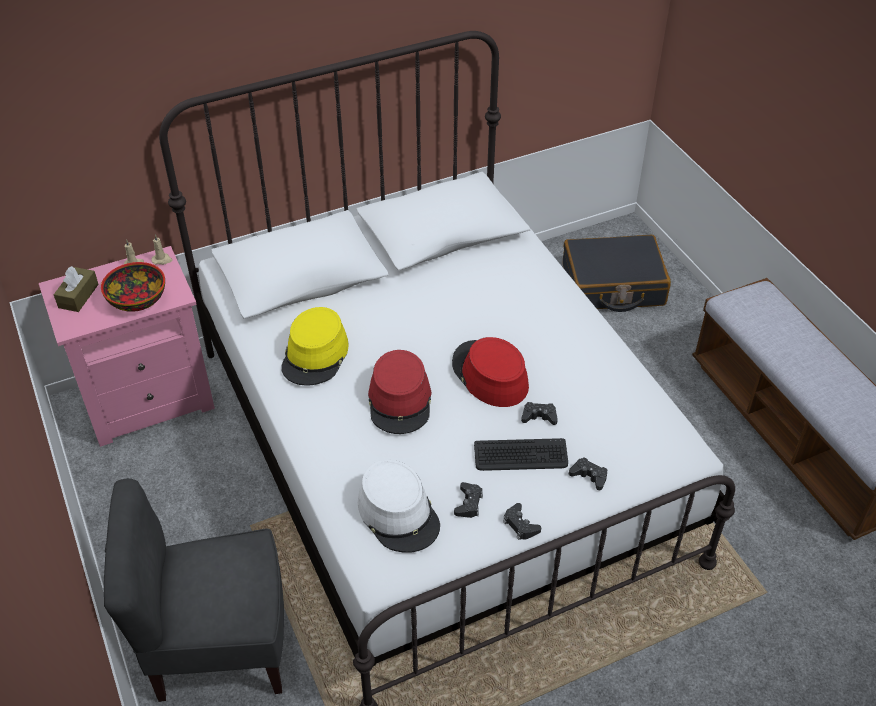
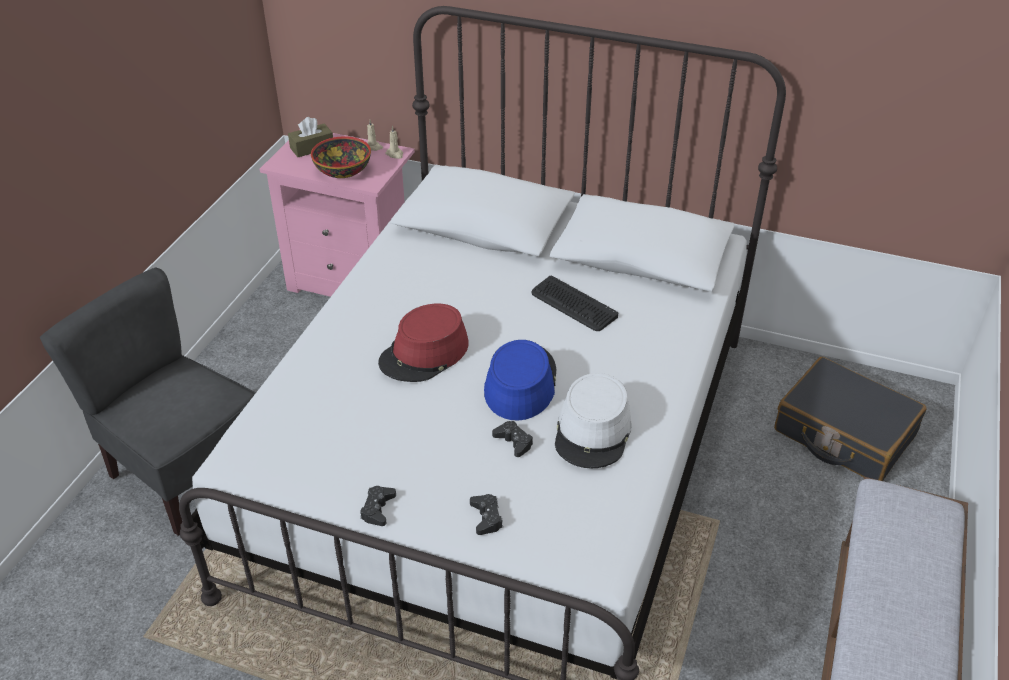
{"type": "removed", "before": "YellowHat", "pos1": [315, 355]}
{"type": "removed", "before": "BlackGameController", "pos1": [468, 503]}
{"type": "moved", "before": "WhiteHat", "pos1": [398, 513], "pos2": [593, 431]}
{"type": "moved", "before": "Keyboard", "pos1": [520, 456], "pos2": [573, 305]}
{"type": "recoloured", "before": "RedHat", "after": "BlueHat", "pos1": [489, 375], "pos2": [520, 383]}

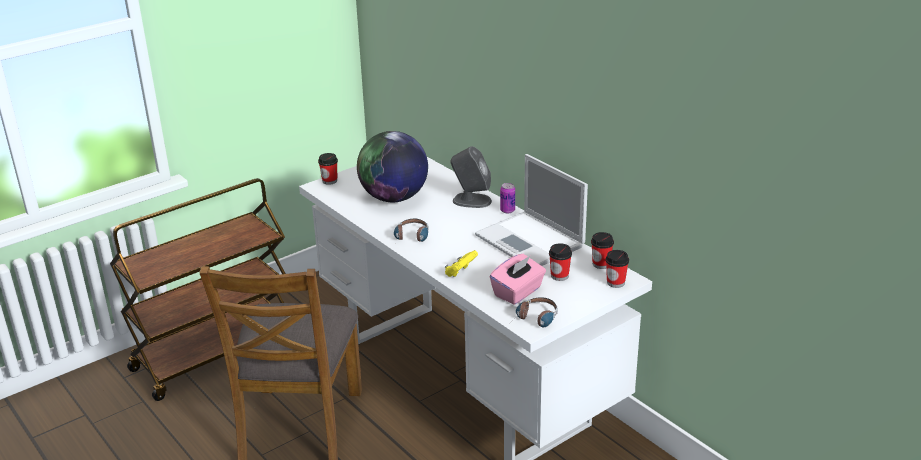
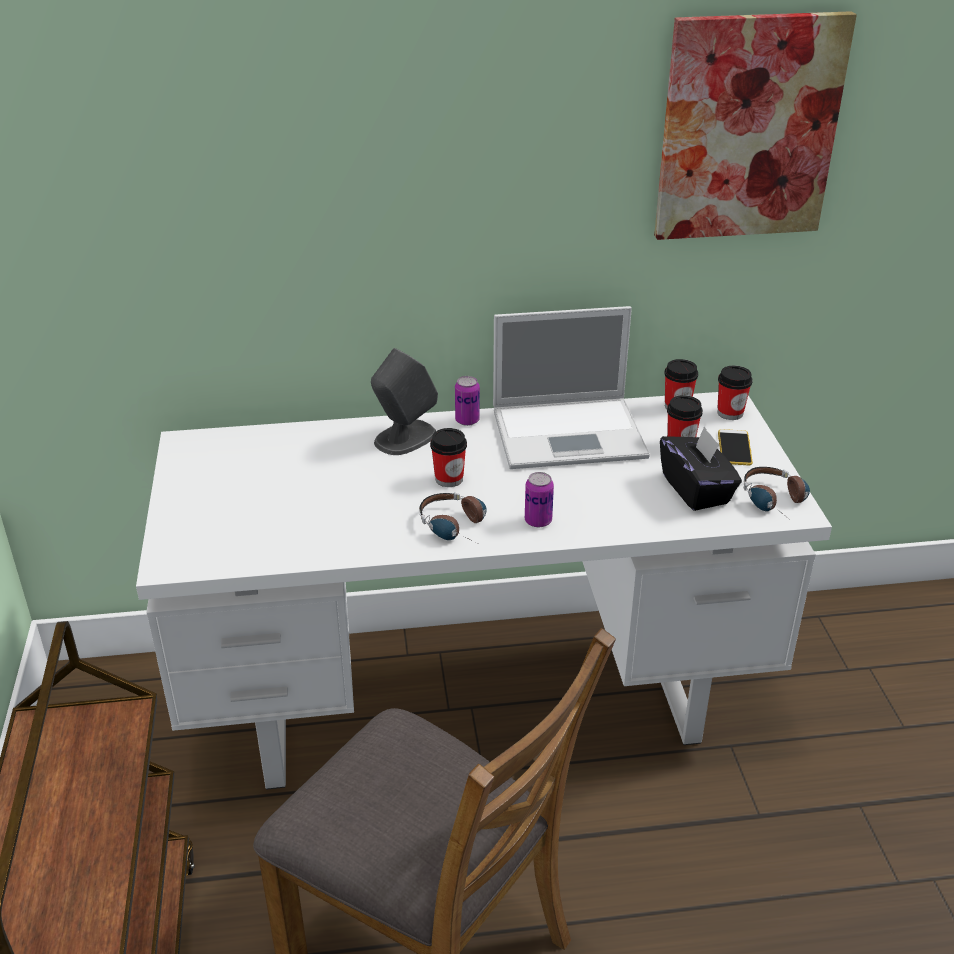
{"type": "removed", "before": "Globe", "pos1": [394, 198]}
{"type": "removed", "before": "YellowGameController", "pos1": [460, 273]}
{"type": "added", "after": "Can", "pos2": [538, 521]}
{"type": "added", "after": "Picture", "pos2": [748, 128]}
{"type": "added", "after": "Phone", "pos2": [734, 448]}
{"type": "moved", "before": "Cup", "pos1": [329, 181], "pos2": [449, 479]}
{"type": "recoloured", "before": "PinkTissueBox", "after": "BlackTissueBox", "pos1": [518, 292], "pos2": [696, 490]}

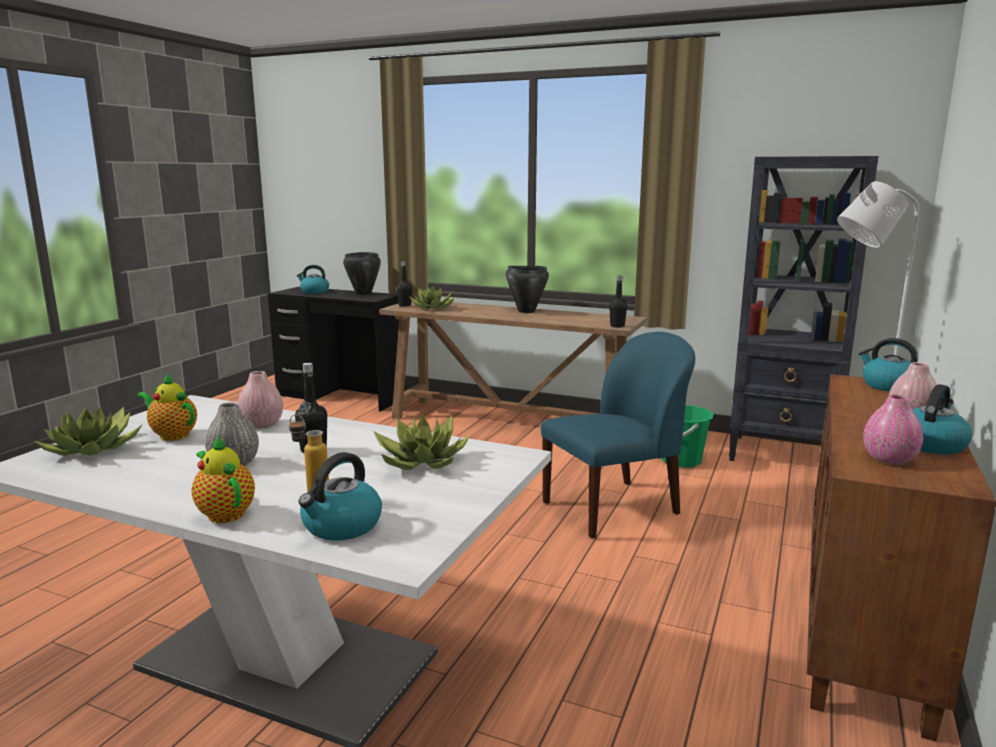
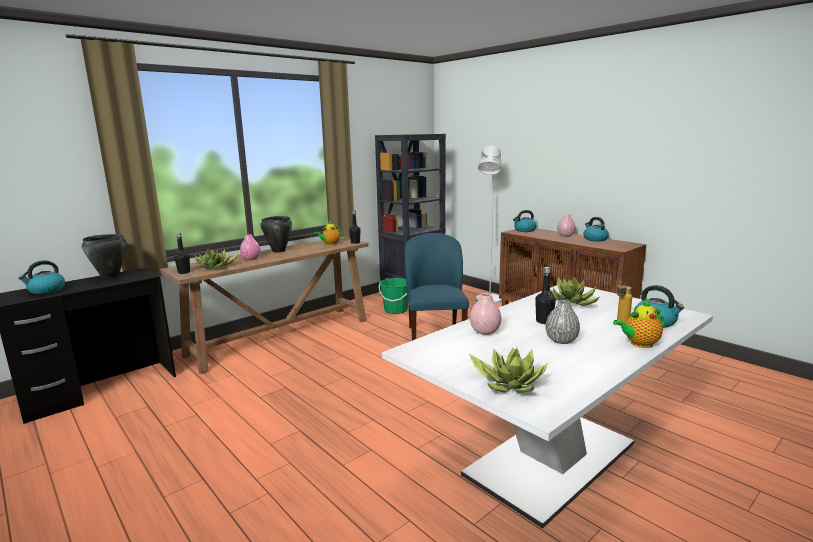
{"type": "moved", "before": "Teapot", "pos1": [172, 435], "pos2": [330, 244]}
{"type": "moved", "before": "PinkVase", "pos1": [889, 459], "pos2": [251, 258]}

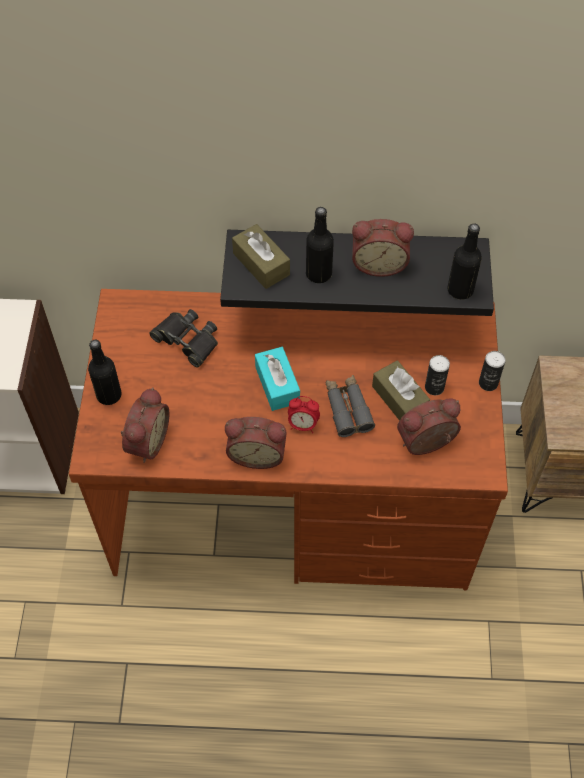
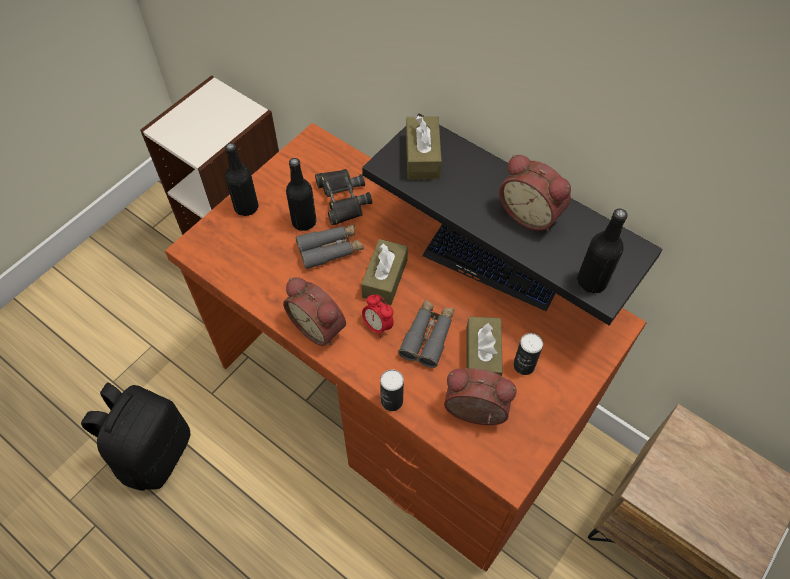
{"type": "removed", "before": "AlarmClock", "pos1": [145, 441]}
{"type": "added", "after": "BlackBackpack", "pos2": [154, 453]}
{"type": "added", "after": "GreyBinoculars", "pos2": [330, 249]}
{"type": "added", "after": "Keyboard", "pos2": [492, 267]}
{"type": "moved", "before": "BlackBottle", "pos1": [318, 274], "pos2": [304, 222]}
{"type": "moved", "before": "Can", "pos1": [488, 383], "pos2": [392, 401]}
{"type": "recoloured", "before": "TurquoiseTissueBox", "after": "BrownTissueBox", "pos1": [277, 385], "pos2": [385, 278]}

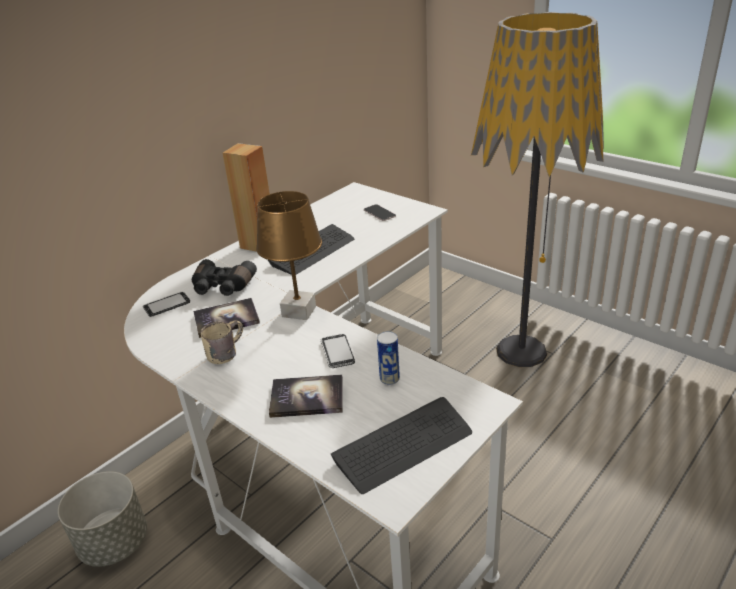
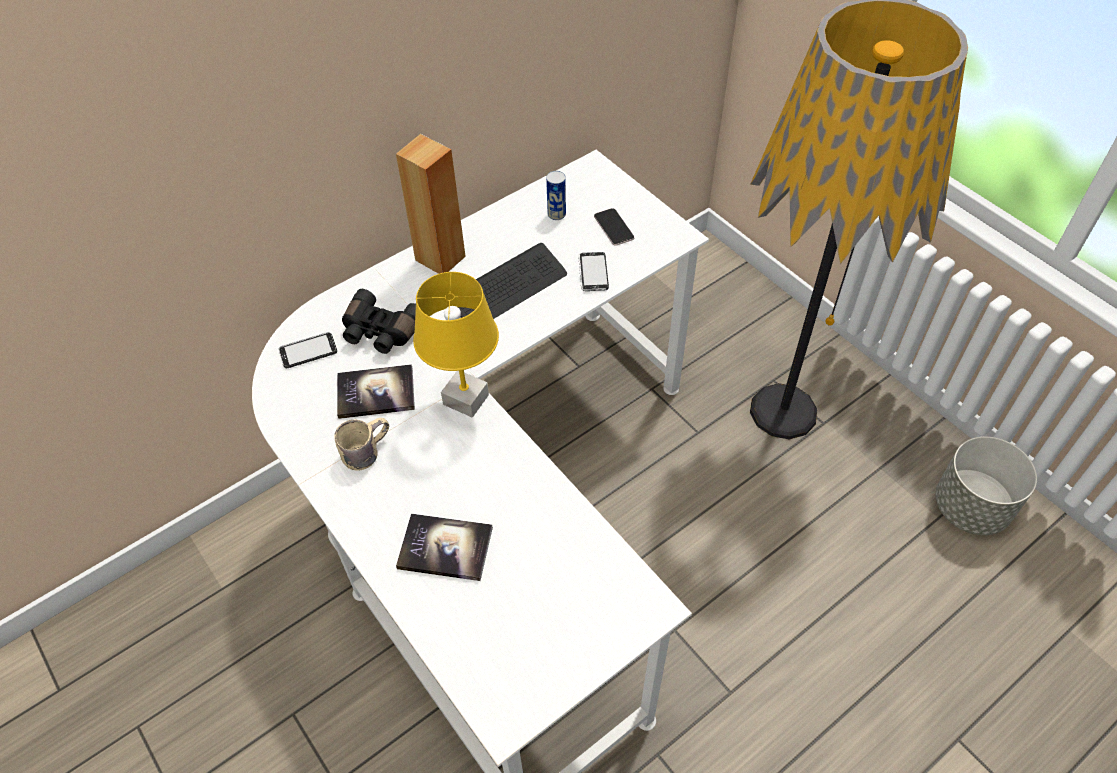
{"type": "removed", "before": "Keyboard", "pos1": [403, 446]}
{"type": "moved", "before": "GreyPlanter", "pos1": [115, 542], "pos2": [971, 507]}
{"type": "moved", "before": "Phone", "pos1": [337, 352], "pos2": [593, 273]}
{"type": "moved", "before": "Can", "pos1": [389, 379], "pos2": [556, 214]}
{"type": "recoloured", "before": "BrownTableLamp", "after": "YellowTableLamp", "pos1": [299, 311], "pos2": [466, 399]}

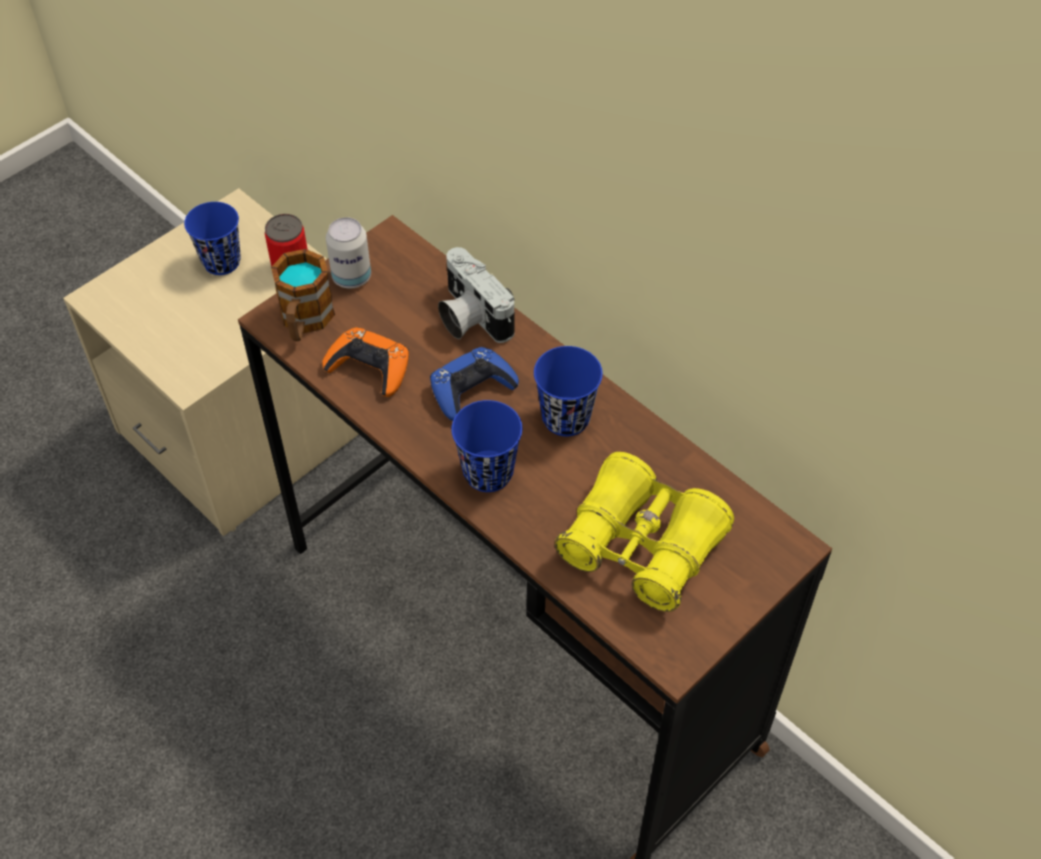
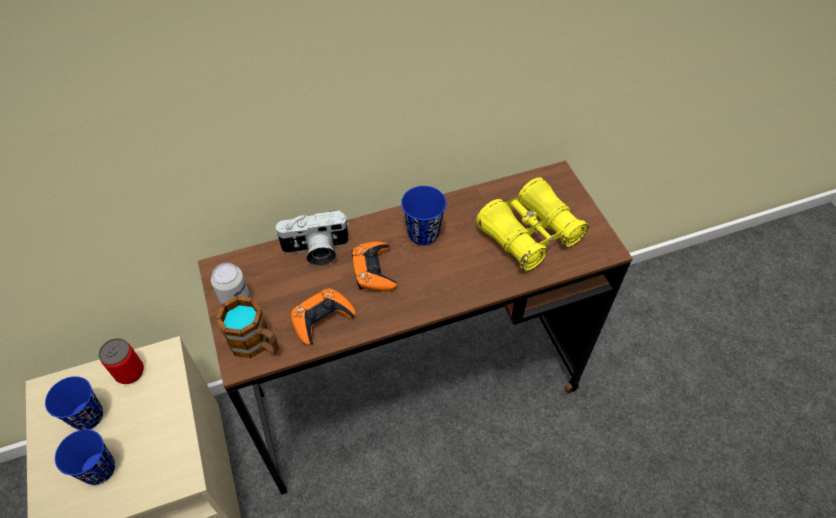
{"type": "moved", "before": "BlueCup", "pos1": [488, 473], "pos2": [99, 469]}
{"type": "recoloured", "before": "BlueGameController", "after": "OrangeGameController", "pos1": [471, 389], "pos2": [374, 271]}

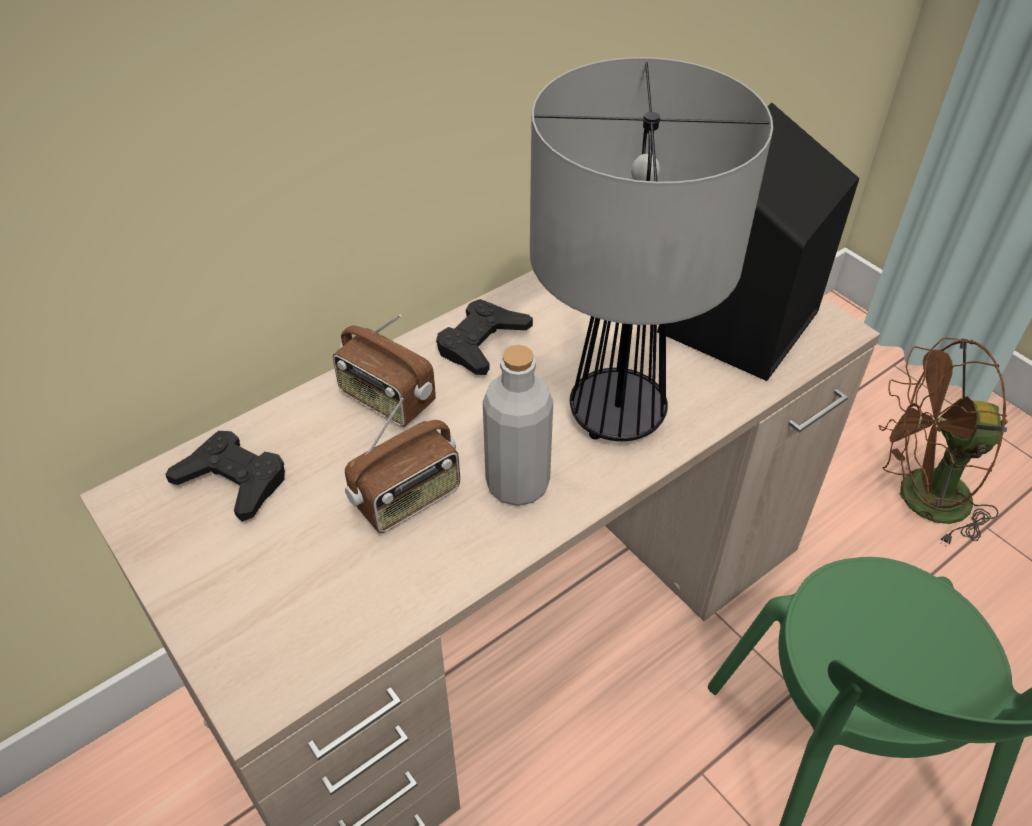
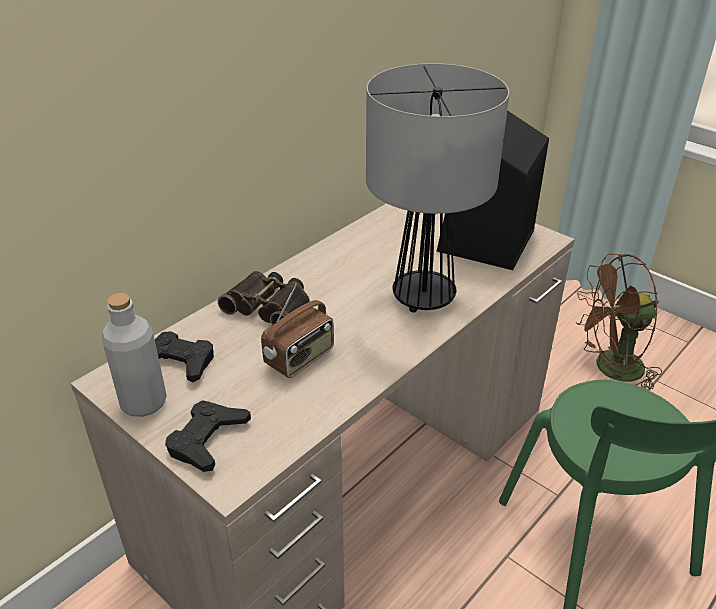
{"type": "moved", "before": "BlackGameController", "pos1": [481, 343], "pos2": [207, 439]}
{"type": "moved", "before": "GreyBottle", "pos1": [517, 484], "pos2": [143, 403]}
{"type": "replaced", "before": "Radio", "after": "Binoculars", "pos1": [386, 400], "pos2": [270, 306]}

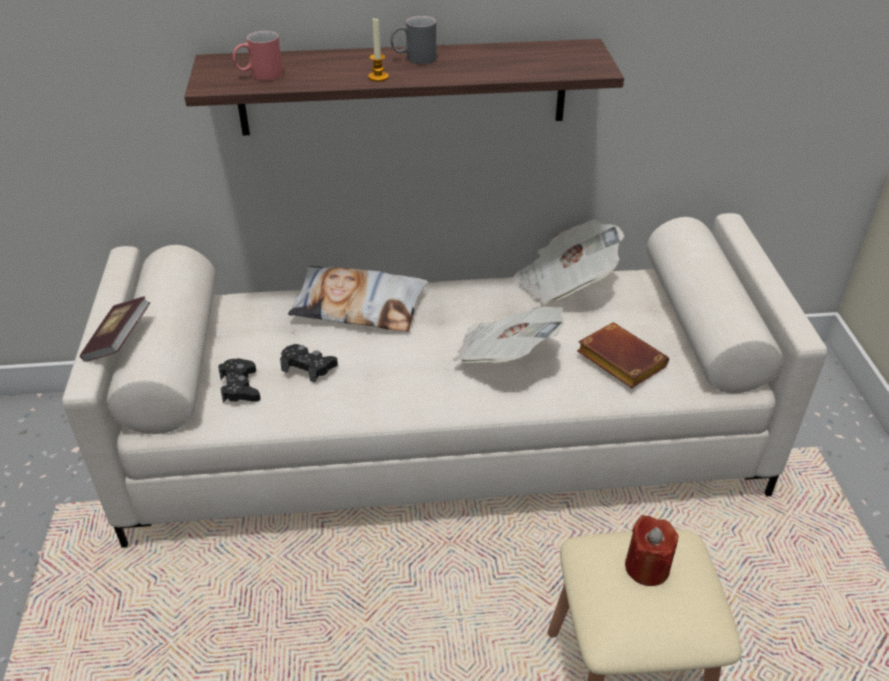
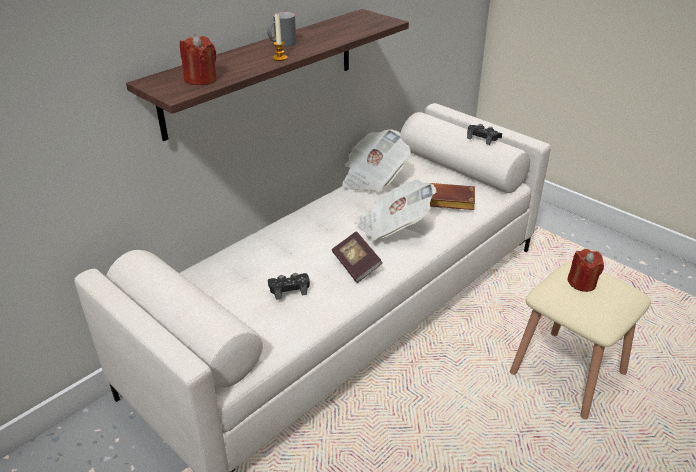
{"type": "removed", "before": "Pillow", "pos1": [359, 306]}
{"type": "moved", "before": "Book", "pos1": [119, 341], "pos2": [356, 265]}
{"type": "moved", "before": "BlackGameController", "pos1": [240, 387], "pos2": [483, 138]}
{"type": "replaced", "before": "RedMug", "after": "RedCandle", "pos1": [259, 76], "pos2": [201, 79]}

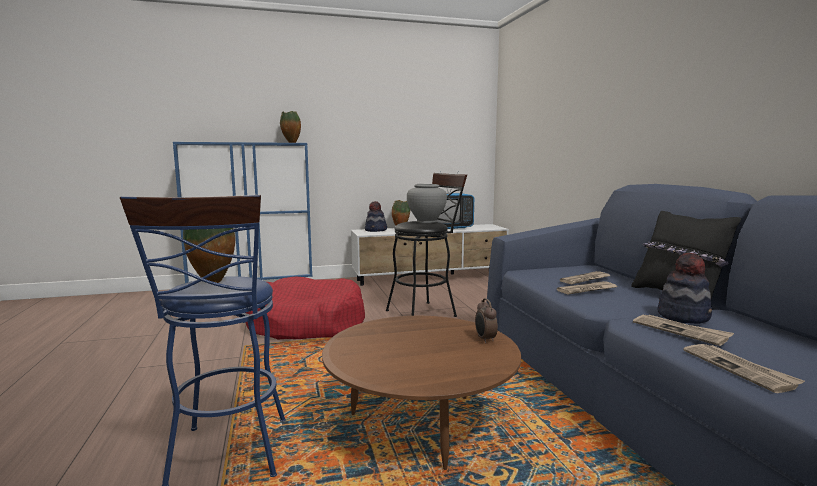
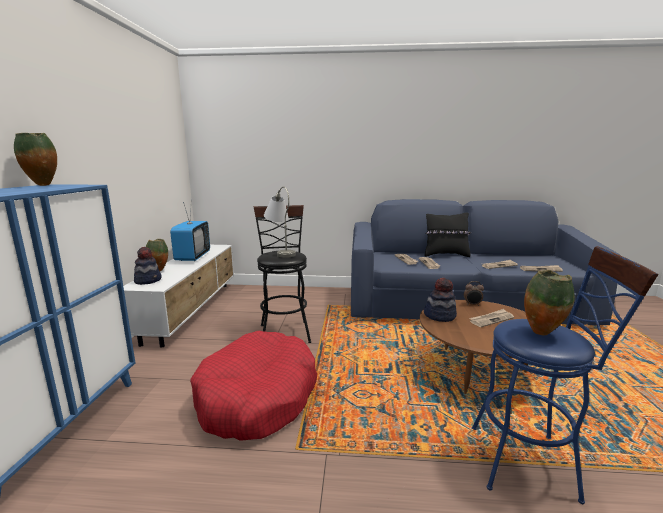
{"type": "added", "after": "Newspaper", "pos2": [491, 319]}
{"type": "moved", "before": "Hat", "pos1": [683, 316], "pos2": [439, 316]}
{"type": "replaced", "before": "GreyVase", "after": "GreyTableLamp", "pos1": [426, 222], "pos2": [281, 252]}

